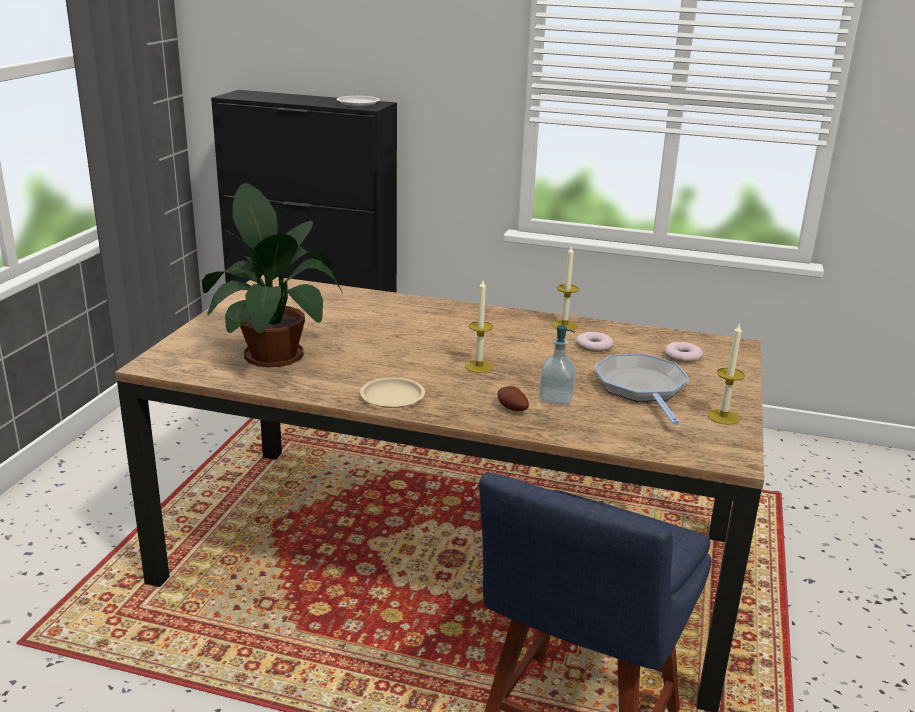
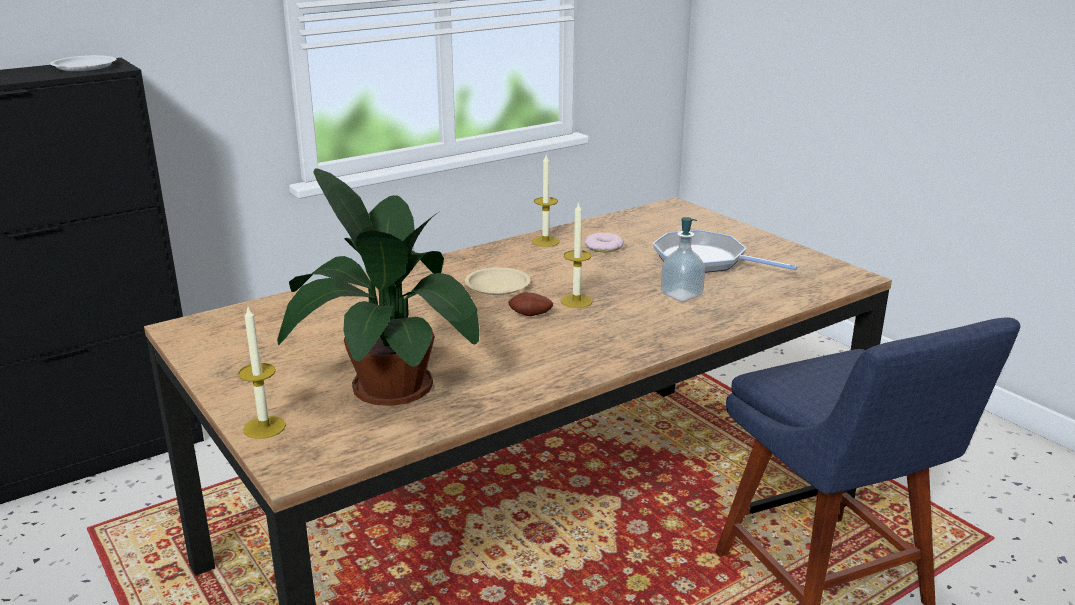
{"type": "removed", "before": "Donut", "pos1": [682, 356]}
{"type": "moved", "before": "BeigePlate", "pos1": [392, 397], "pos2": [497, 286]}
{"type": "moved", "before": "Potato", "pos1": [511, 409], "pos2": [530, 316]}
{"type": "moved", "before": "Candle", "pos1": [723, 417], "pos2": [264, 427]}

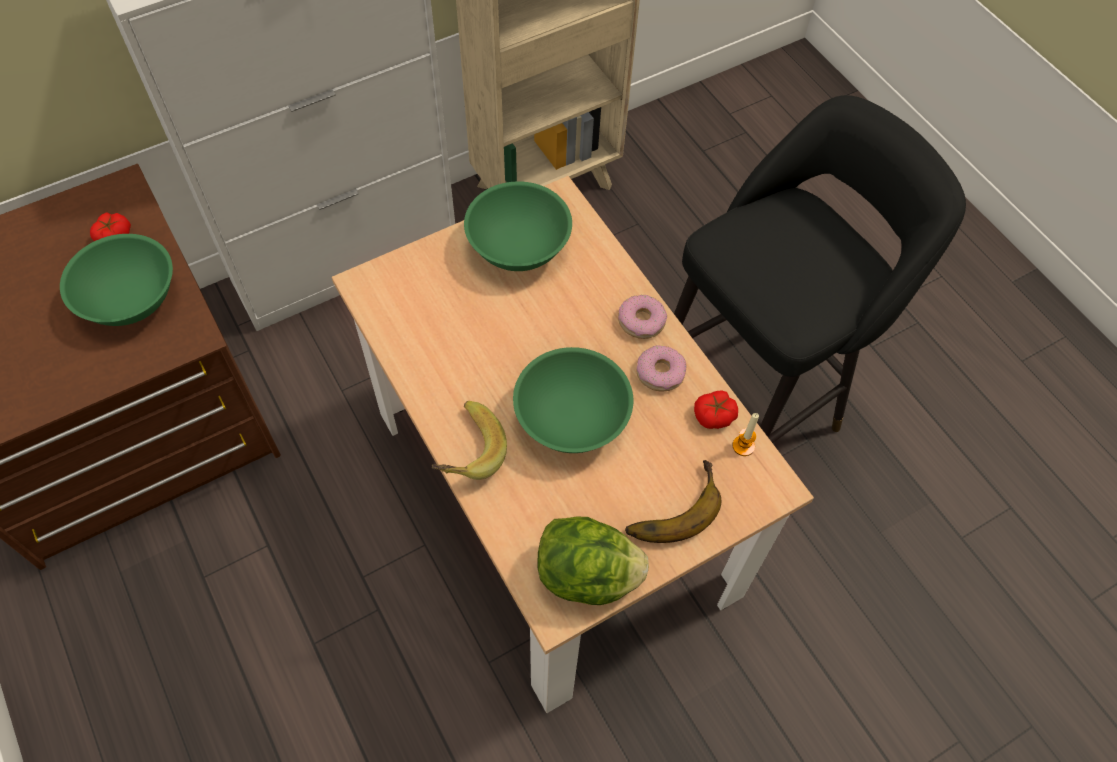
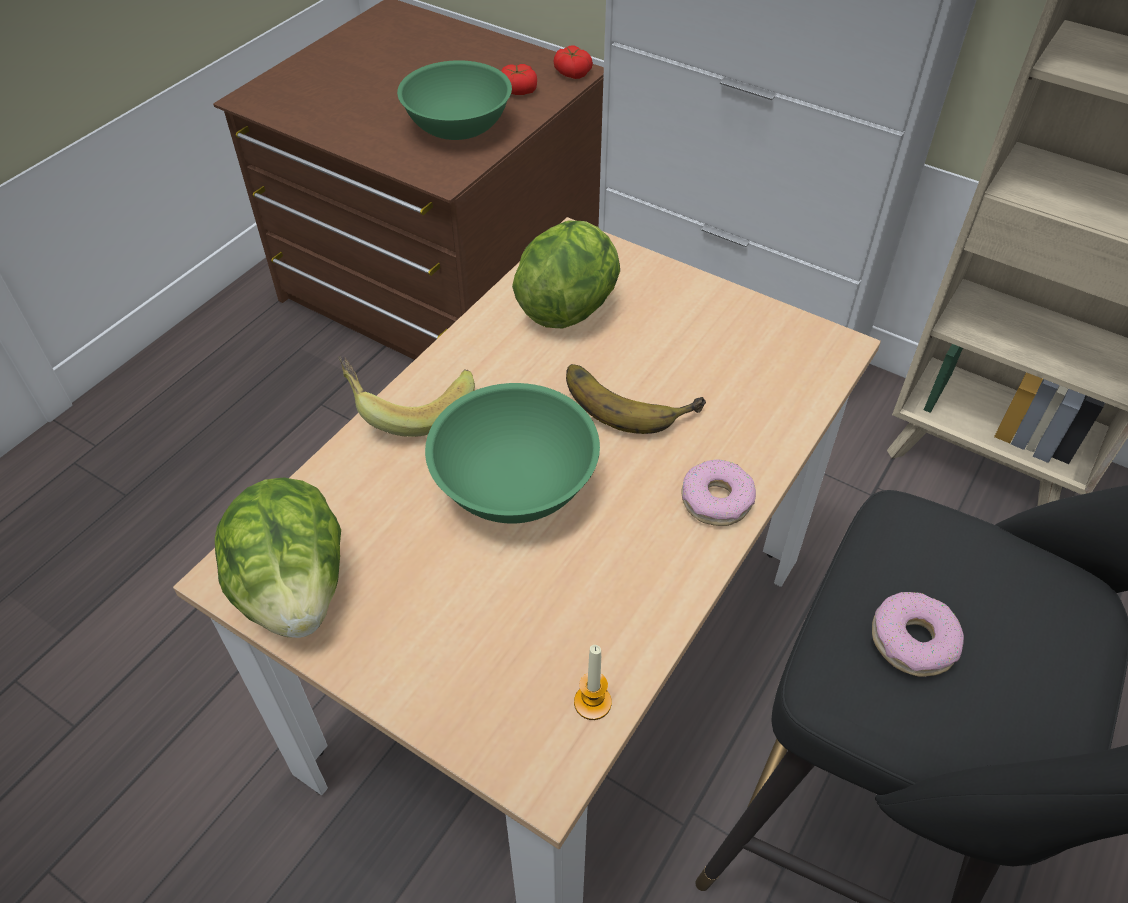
{"type": "removed", "before": "GreenBowl", "pos1": [517, 247]}
{"type": "added", "after": "Lettuce", "pos2": [569, 306]}
{"type": "moved", "before": "Banana", "pos1": [670, 505], "pos2": [629, 397]}
{"type": "moved", "before": "Donut", "pos1": [660, 373], "pos2": [912, 641]}
{"type": "moved", "before": "Tomato", "pos1": [714, 416], "pos2": [572, 73]}

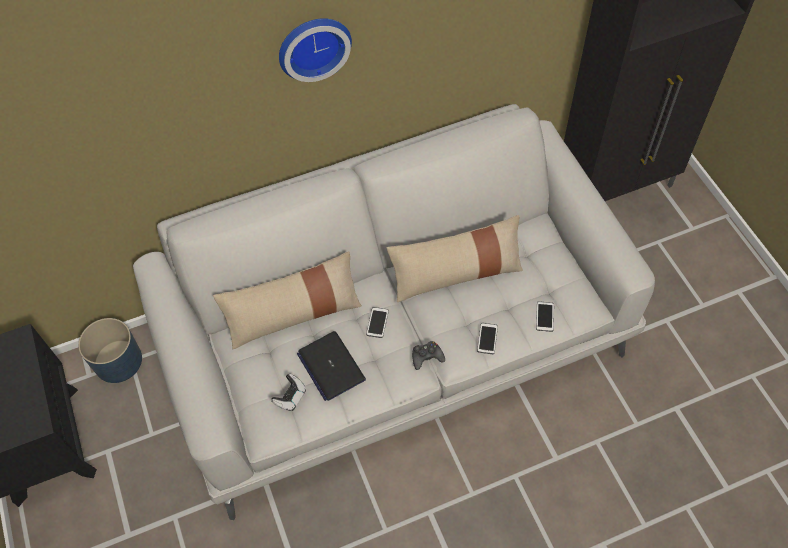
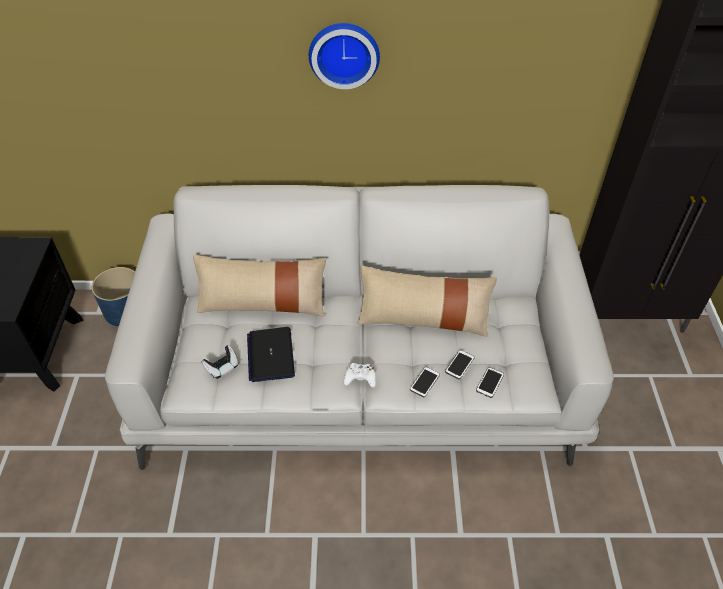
{"type": "moved", "before": "Phone", "pos1": [377, 322], "pos2": [459, 365]}
{"type": "recoloured", "before": "BlackGameController", "after": "WhiteGameController", "pos1": [427, 357], "pos2": [360, 378]}

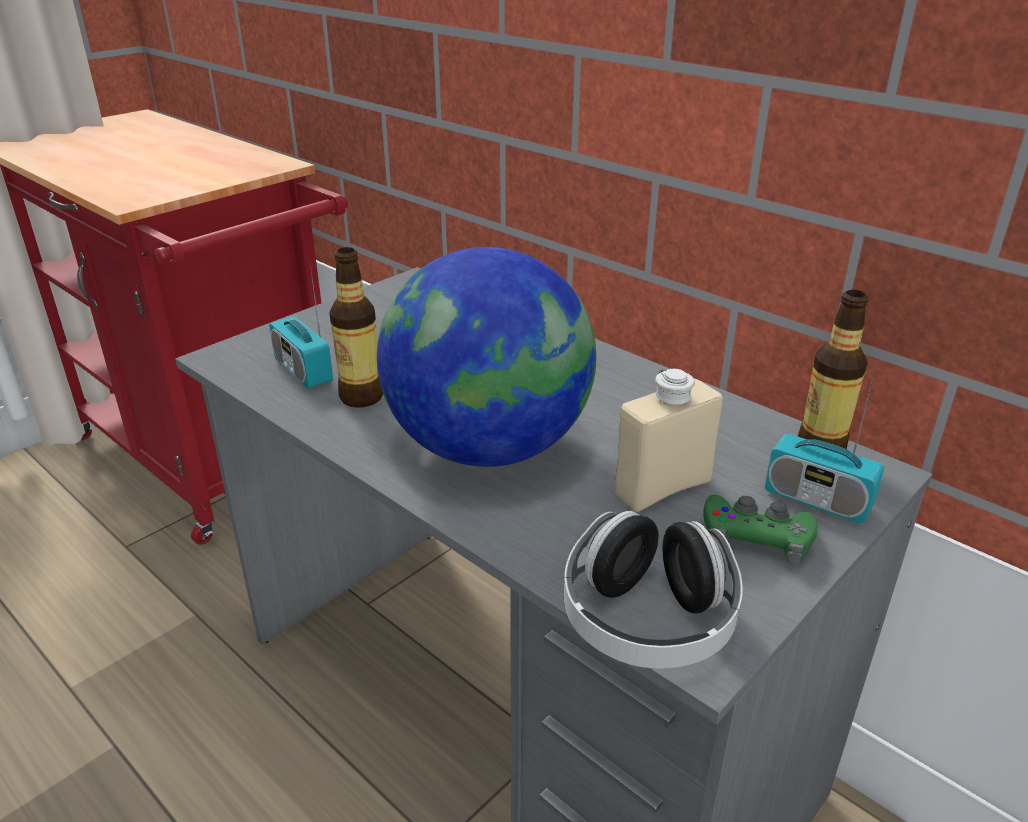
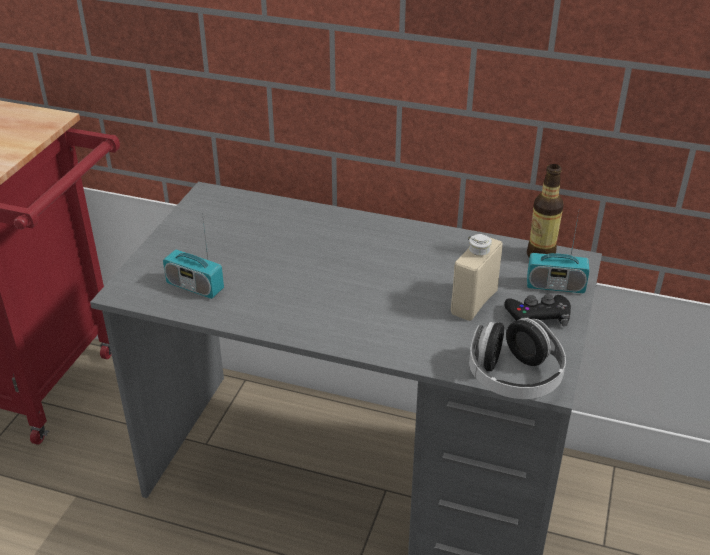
{"type": "removed", "before": "Bottle", "pos1": [361, 397]}
{"type": "removed", "before": "Globe", "pos1": [488, 447]}
{"type": "recoloured", "before": "GreenGameController", "after": "BlackGameController", "pos1": [756, 537], "pos2": [538, 316]}

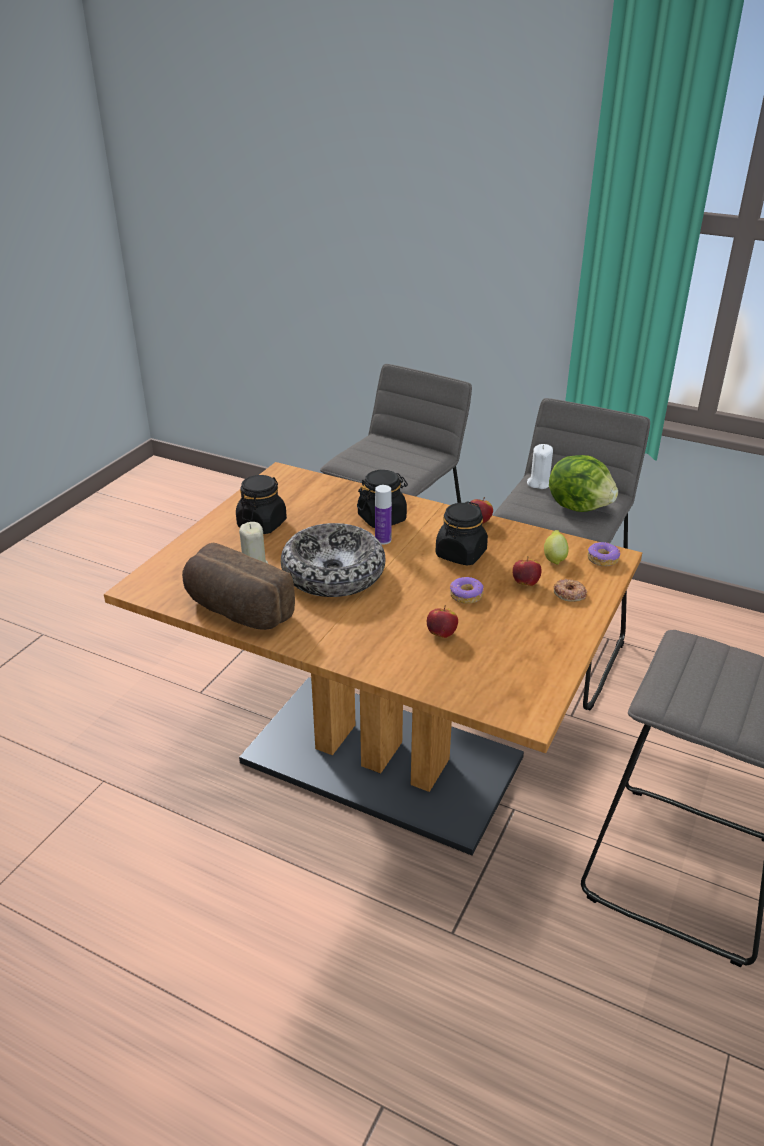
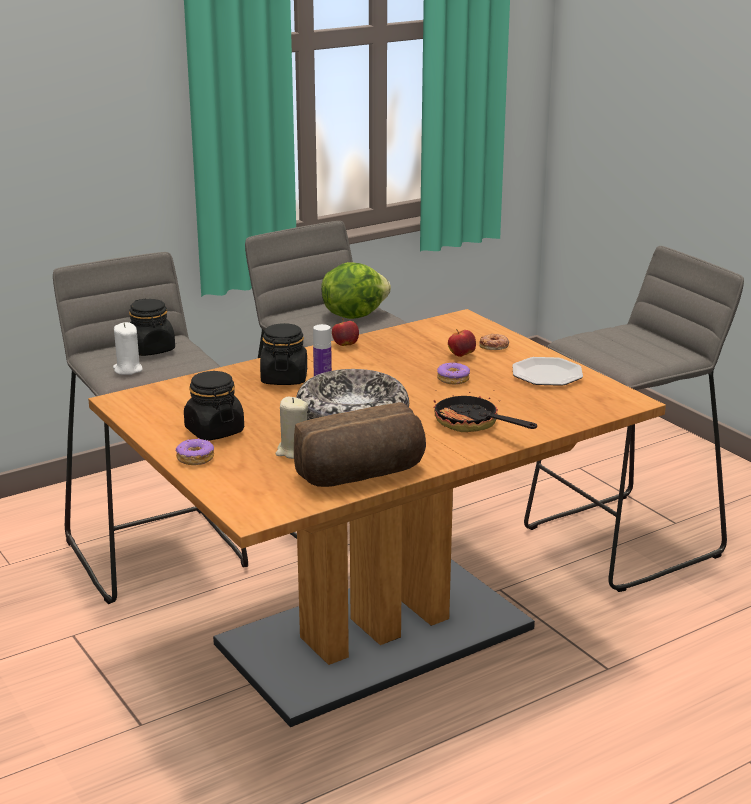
{"type": "removed", "before": "Apple", "pos1": [441, 634]}
{"type": "removed", "before": "Lemon", "pos1": [554, 558]}
{"type": "added", "after": "FryingPan", "pos2": [473, 425]}
{"type": "added", "after": "Plate", "pos2": [546, 374]}
{"type": "moved", "before": "BlackJar", "pos1": [460, 554], "pos2": [151, 349]}
{"type": "moved", "before": "WhiteCandle", "pos1": [539, 483], "pos2": [128, 369]}
{"type": "moved", "before": "Donut", "pos1": [602, 559], "pos2": [195, 458]}

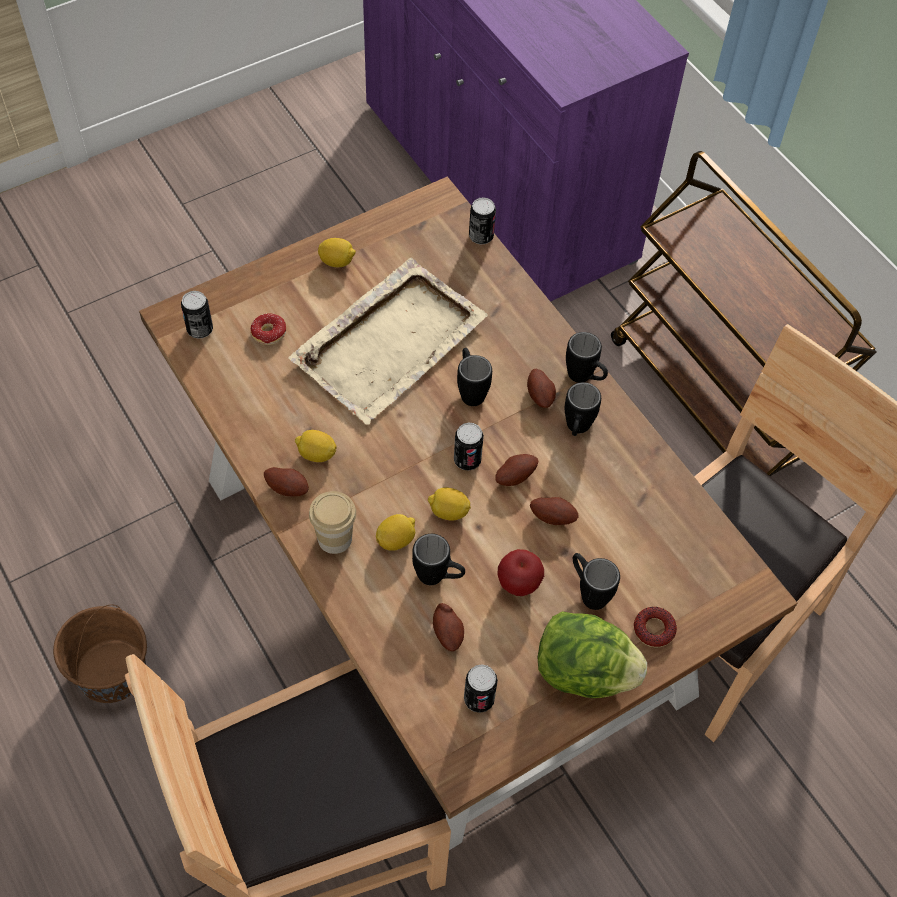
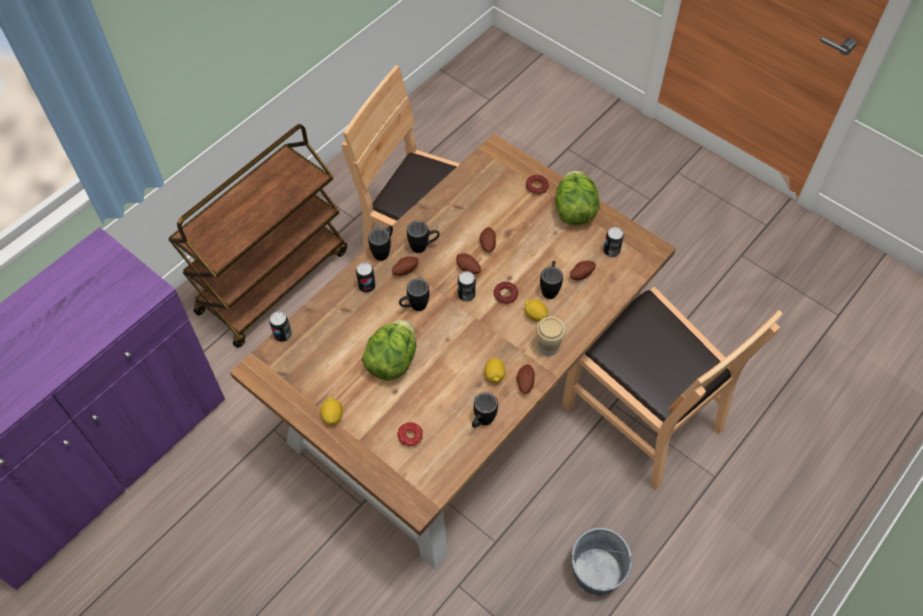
{"type": "removed", "before": "Apple", "pos1": [518, 585]}
{"type": "moved", "before": "Can", "pos1": [200, 329], "pos2": [367, 286]}
{"type": "moved", "before": "BlackMug", "pos1": [588, 591], "pos2": [482, 422]}
{"type": "replaced", "before": "BeigeTray", "after": "Lettuce", "pos1": [391, 342], "pos2": [392, 361]}
{"type": "replaced", "before": "Lemon", "after": "Donut", "pos1": [448, 511], "pos2": [505, 295]}
{"type": "recoloured", "before": "BrownBucket", "after": "GreyBucket", "pos1": [111, 672], "pos2": [597, 572]}

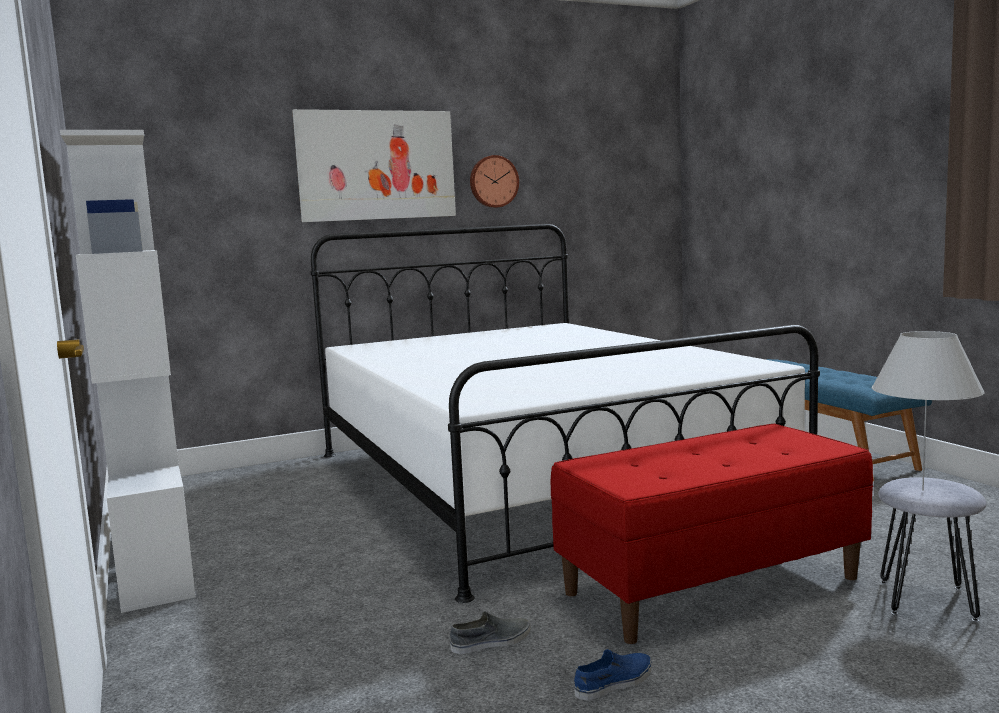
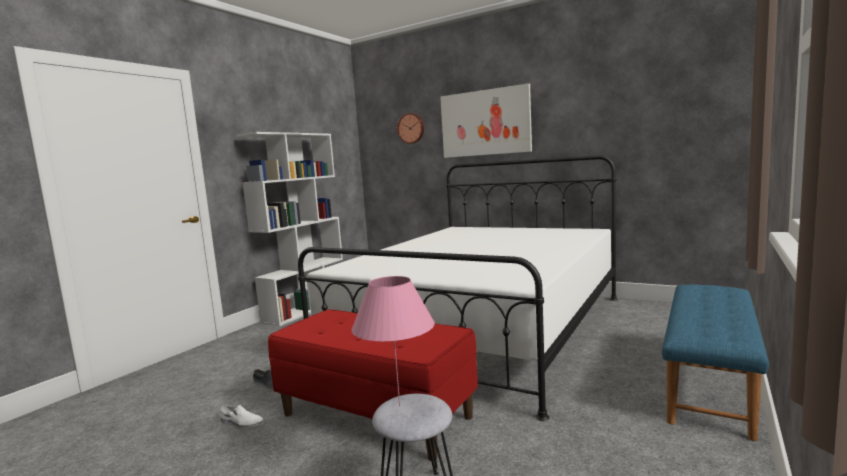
{"type": "moved", "before": "WallClock", "pos1": [493, 181], "pos2": [411, 128]}
{"type": "recoloured", "before": "BlueShoe", "after": "WhiteShoe", "pos1": [615, 682], "pos2": [241, 423]}
{"type": "recoloured", "before": "WhiteTableLamp", "after": "PinkTableLamp", "pos1": [922, 490], "pos2": [399, 406]}

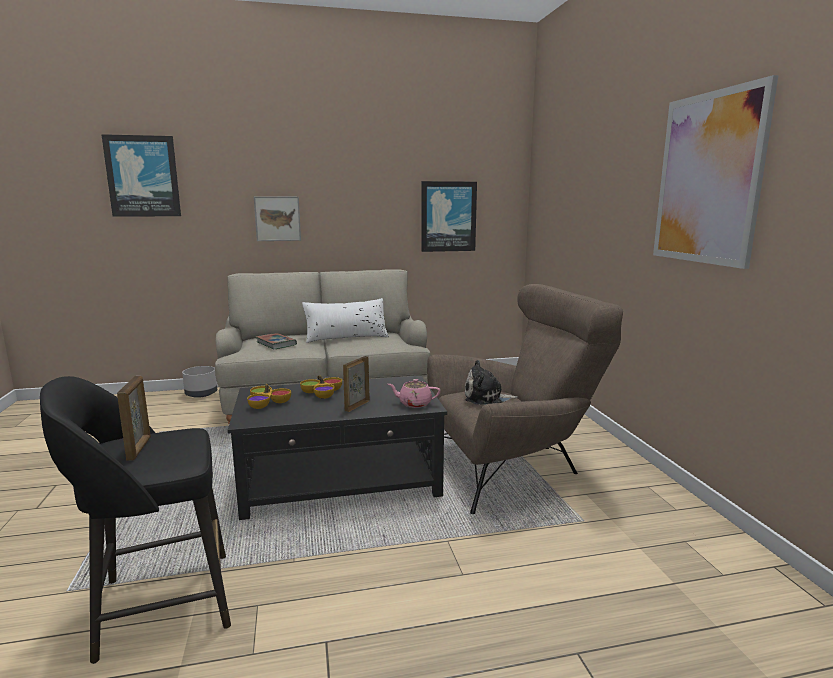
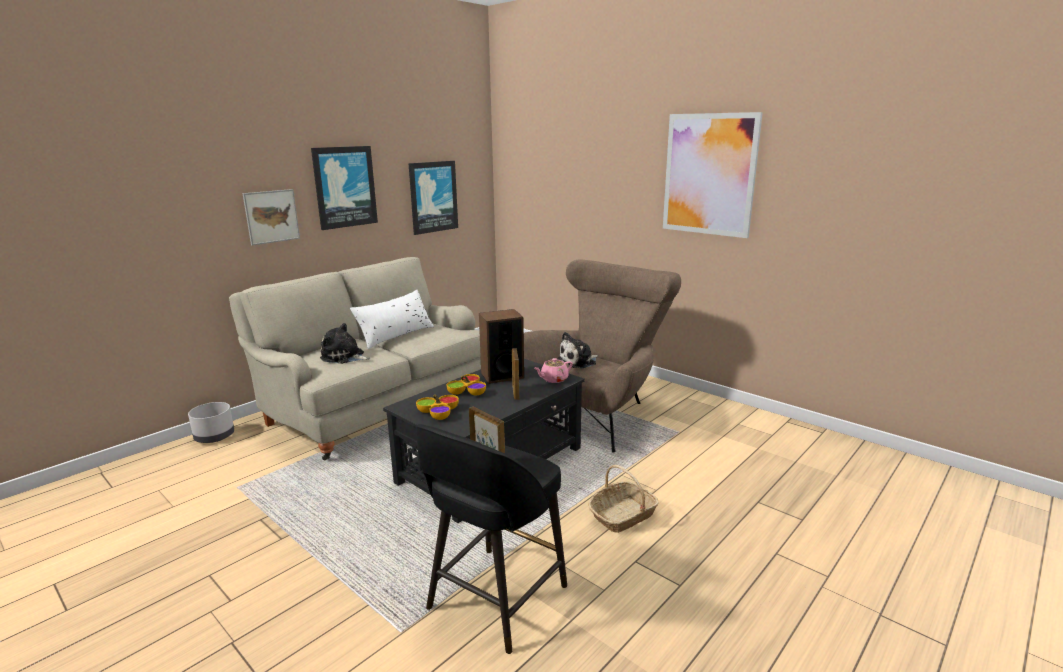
{"type": "added", "after": "Speaker", "pos2": [502, 375]}
{"type": "added", "after": "Basket", "pos2": [622, 515]}
{"type": "moved", "before": "Picture", "pos1": [143, 176], "pos2": [345, 187]}
{"type": "replaced", "before": "Book", "after": "PlushToy", "pos1": [276, 344], "pos2": [344, 357]}

